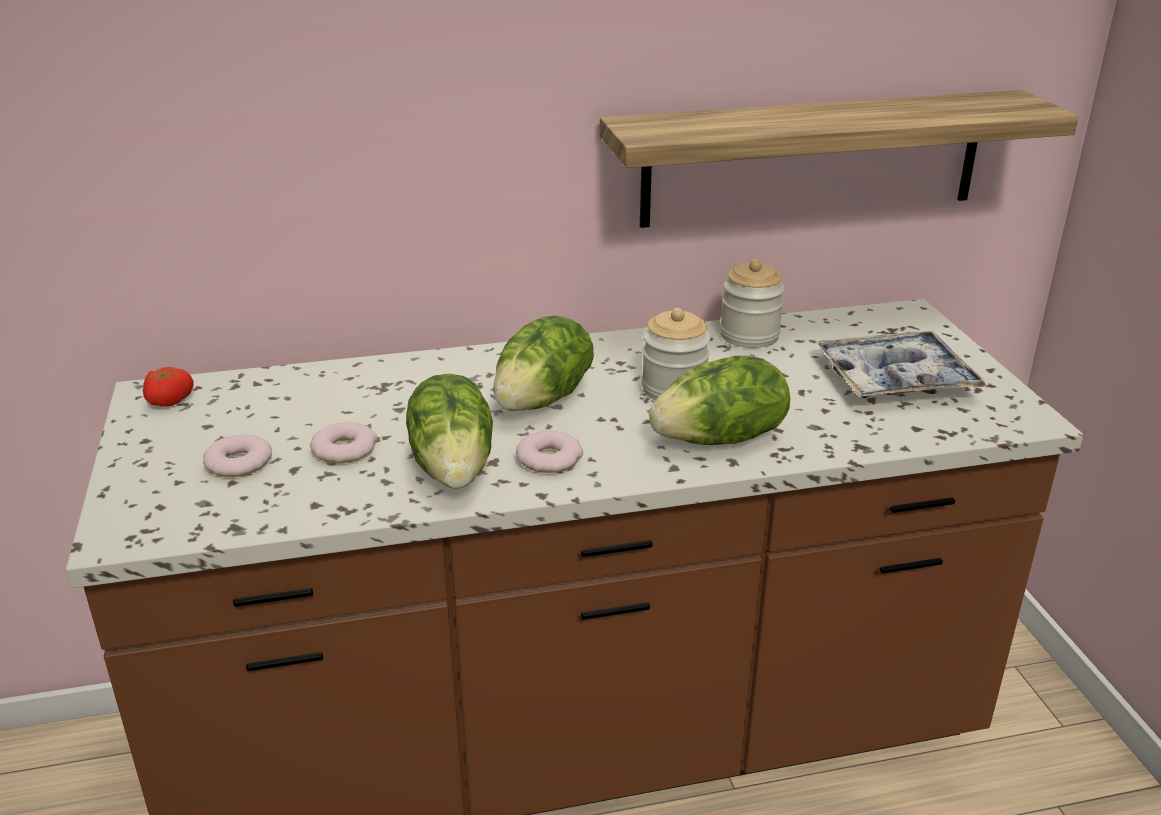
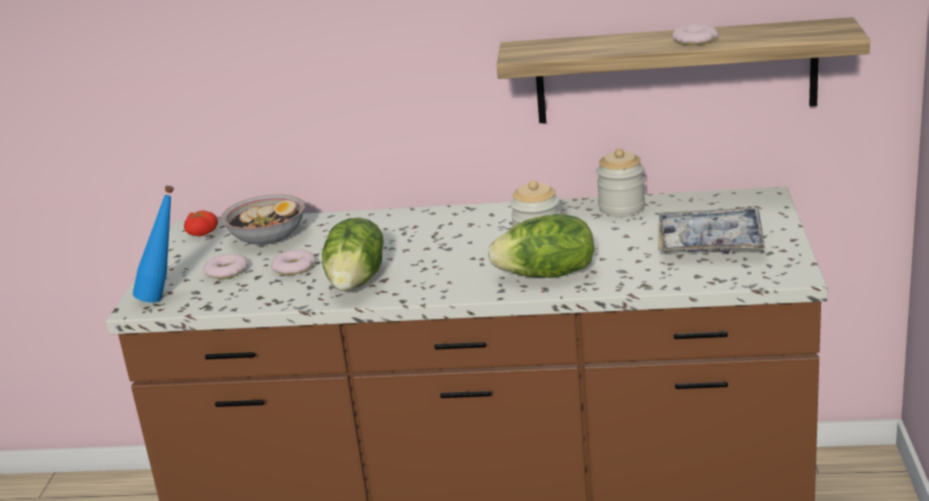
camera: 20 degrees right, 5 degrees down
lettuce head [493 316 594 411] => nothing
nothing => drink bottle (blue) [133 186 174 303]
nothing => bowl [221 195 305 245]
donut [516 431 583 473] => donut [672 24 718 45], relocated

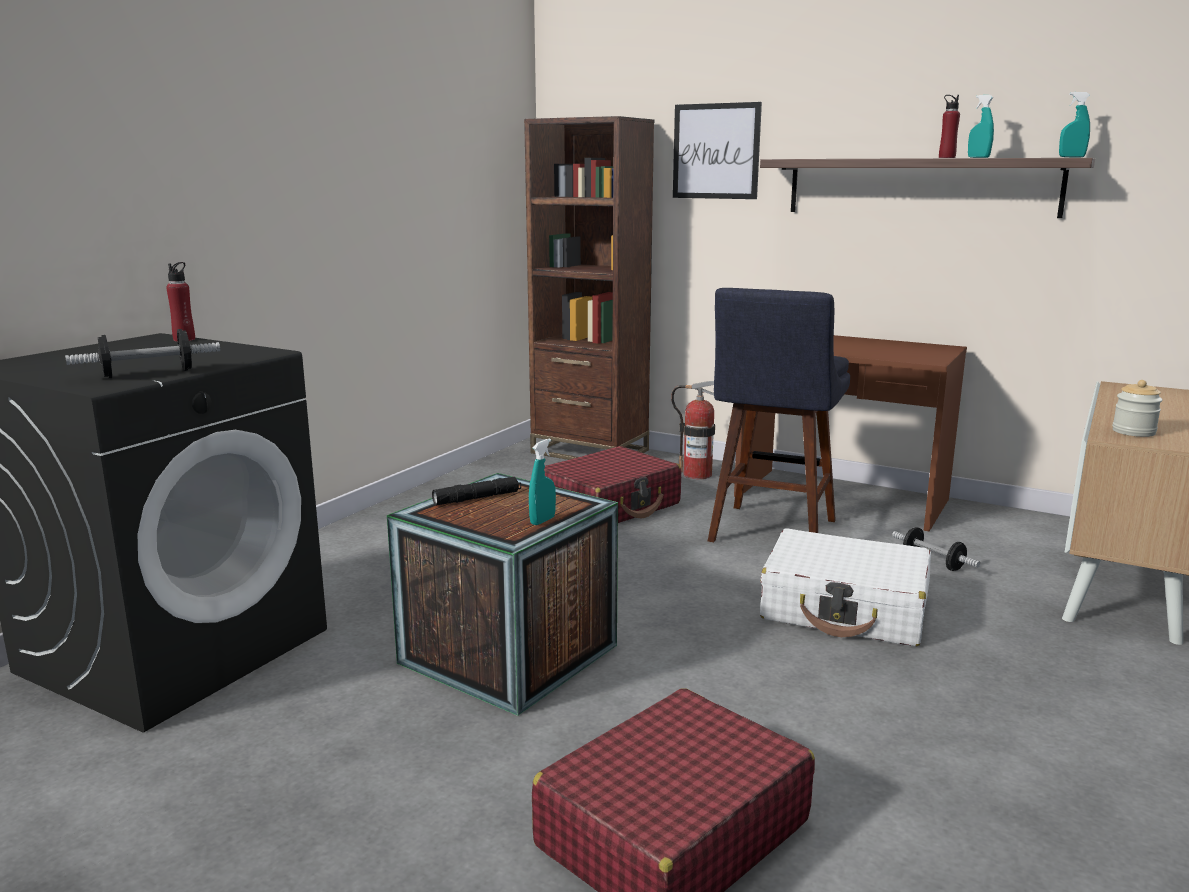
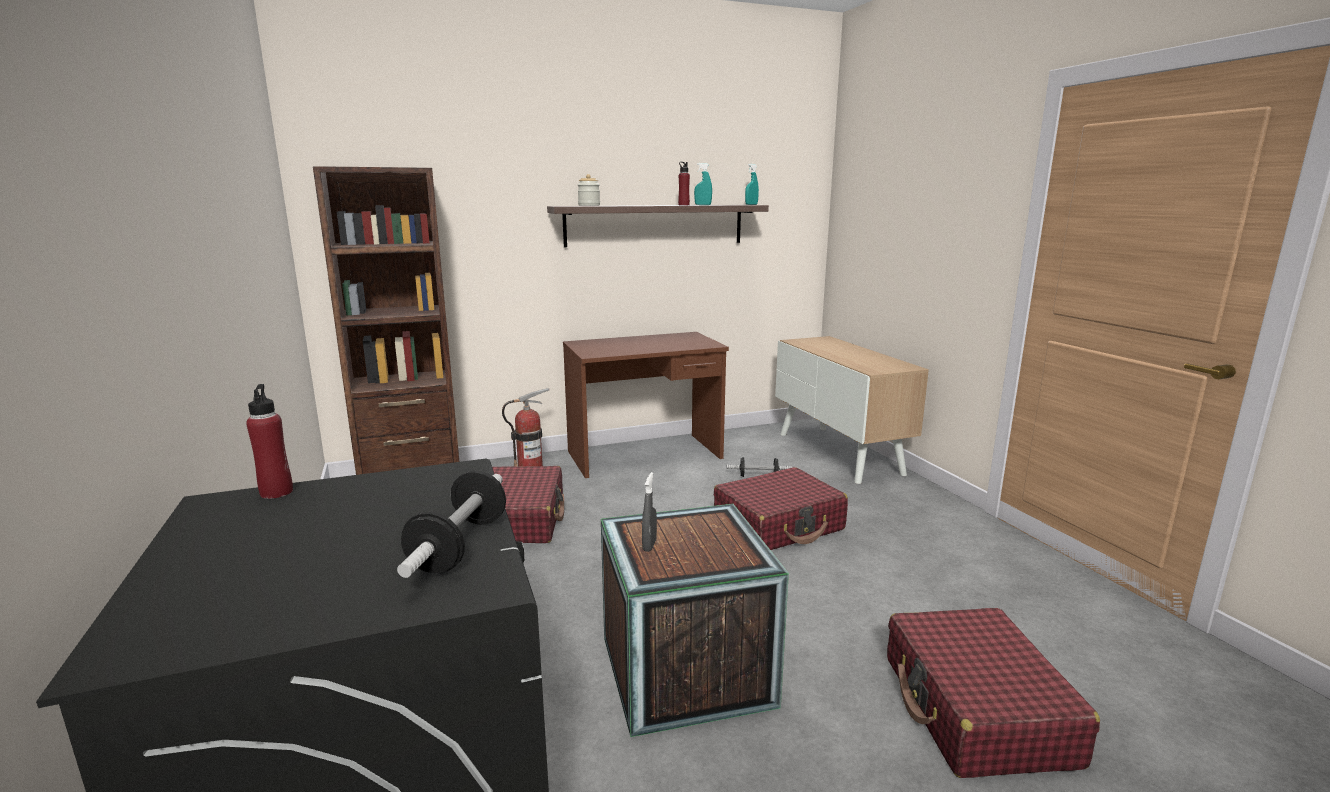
camera: 50 degrees left, 0 degrees up
spray bottle (turquoise-coloured) [529 439 556 525] => nothing
picture [673 102 762 199] => nothing
sitting stool (blue) [708 288 850 542] => nothing
storage jar [1112 380 1163 437] => storage jar [578 174 600 206], relocated
flashlight (black-coloured) [432 477 521 505] => spray bottle (greyish) [642 472 657 552]
travel case (white-coloured) [760 528 931 647] => travel case (red) [714 467 848 550]

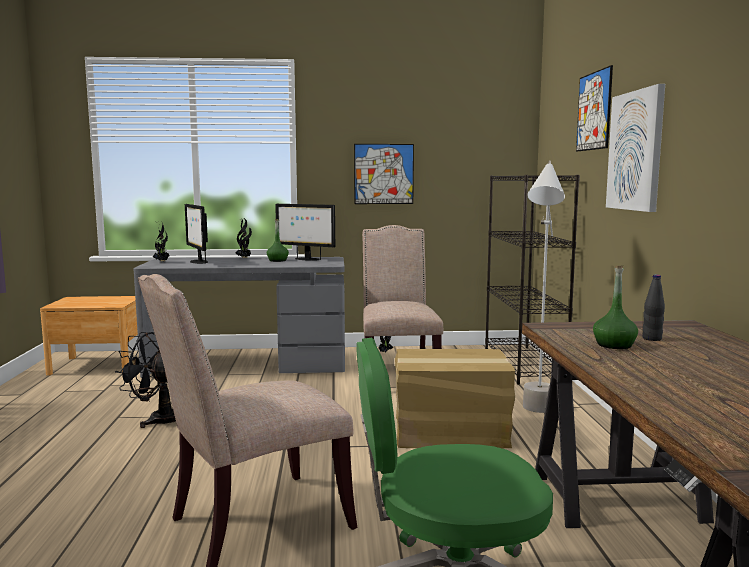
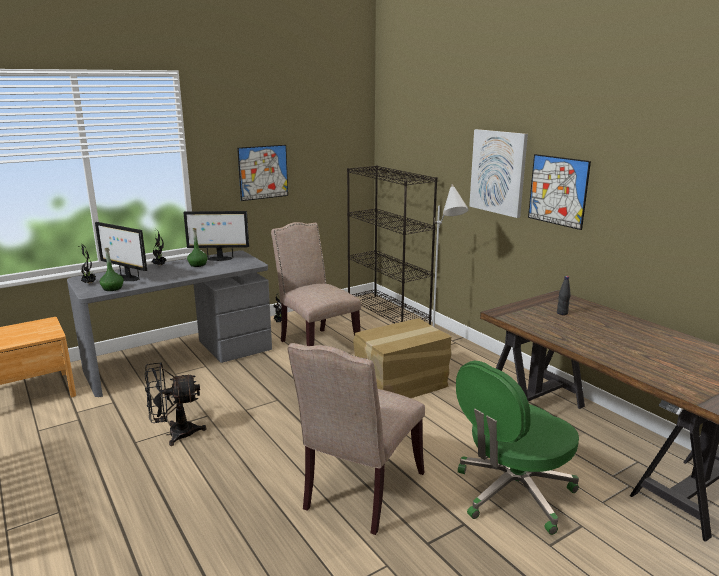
camera: 30 degrees left, 10 degrees up
picture [576 65 613 151] => picture [528 154 591 230], relocated
drink bottle (green) [593 265 638 349] => drink bottle (green) [100 247 124 291], relocated

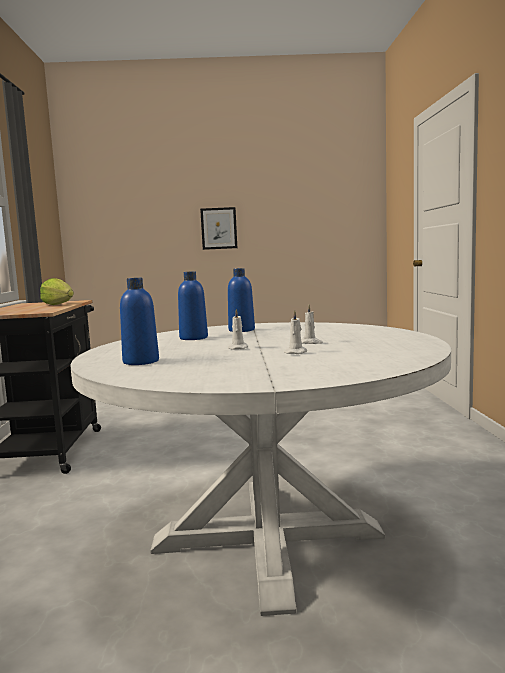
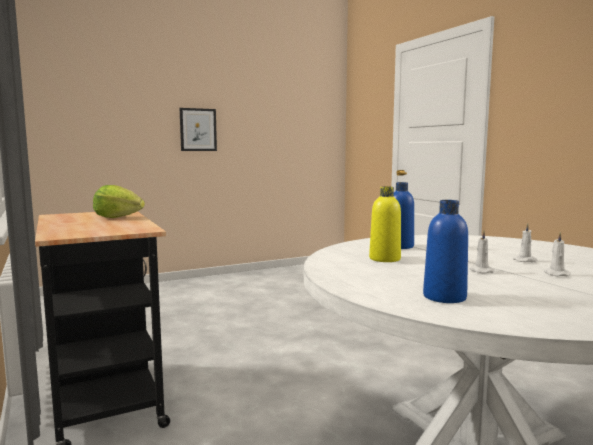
camera: 25 degrees left, 0 degrees up
drink bottle (blue) [178 271 208 340] => drink bottle (yellow-coloured) [369 187 401 262]

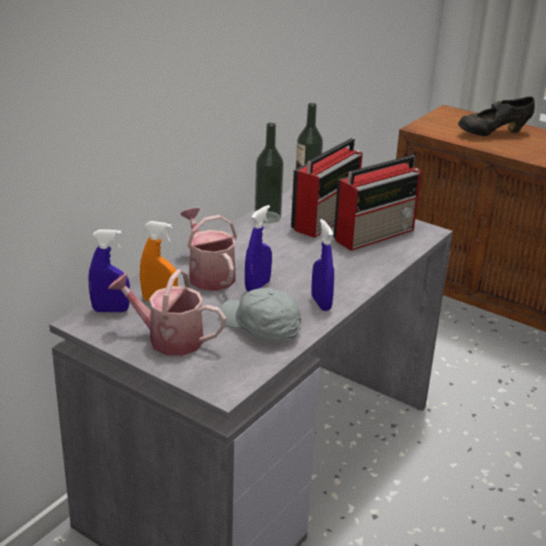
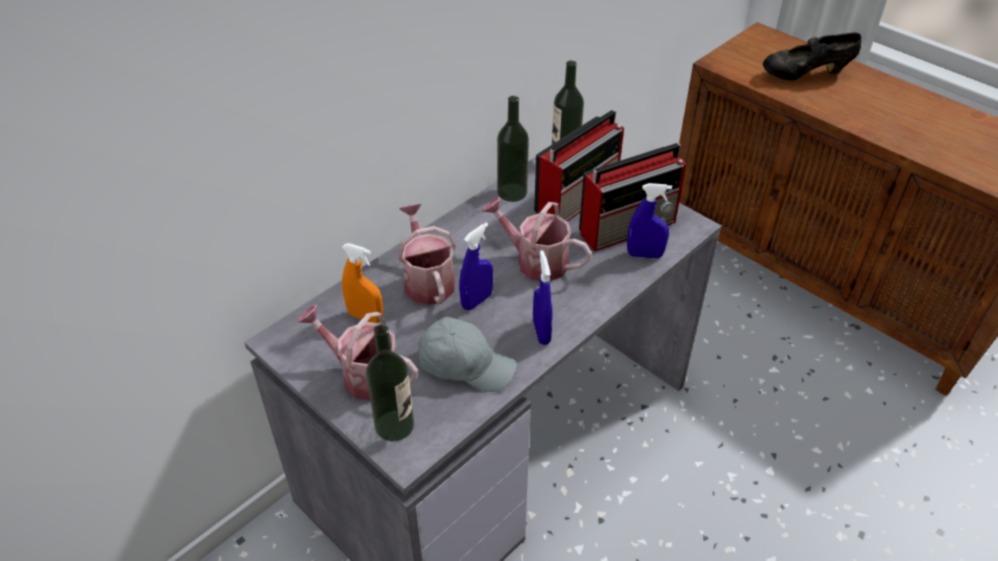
camera: 10 degrees right, 15 degrees up
nothing => drink bottle [366 325 414 441]
nothing => sprinkling can [482 197 592 281]
spray bottle (blue) [89 230 130 312] => spray bottle (blue) [627 183 672 258], relocated
peaked cap (greyish) [219 287 301 342] => peaked cap (greyish) [418 317 517 392], 150 degrees clockwise

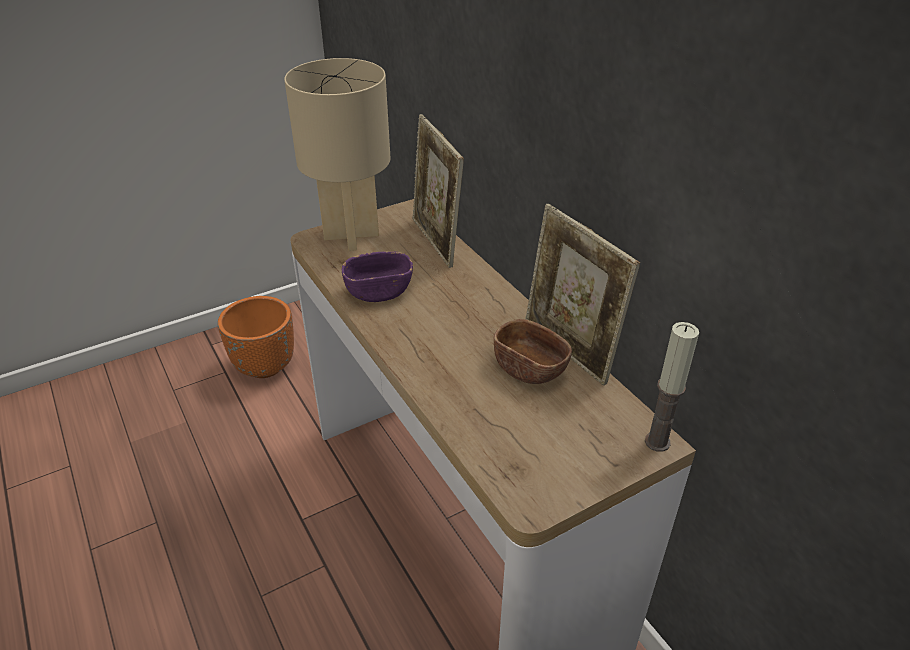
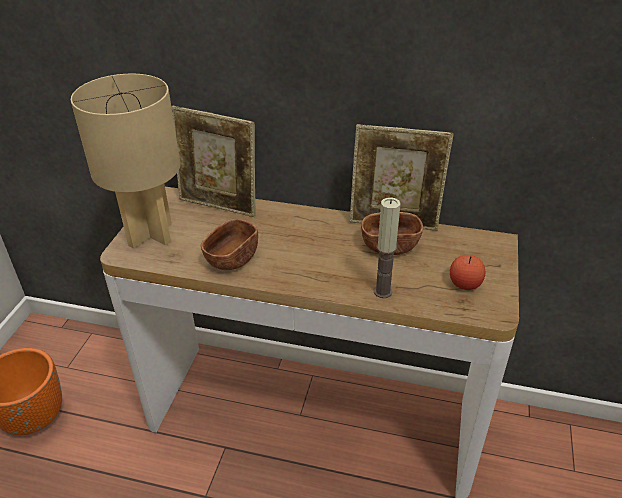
camera: 45 degrees left, 0 degrees up
nothing => apple fruit [450 255 486 290]
candle [645 322 699 452] => candle [374 197 401 298], relocated
bowl (purple) [342 251 413 302] => bowl (brown-coloured) [201 219 258 270]

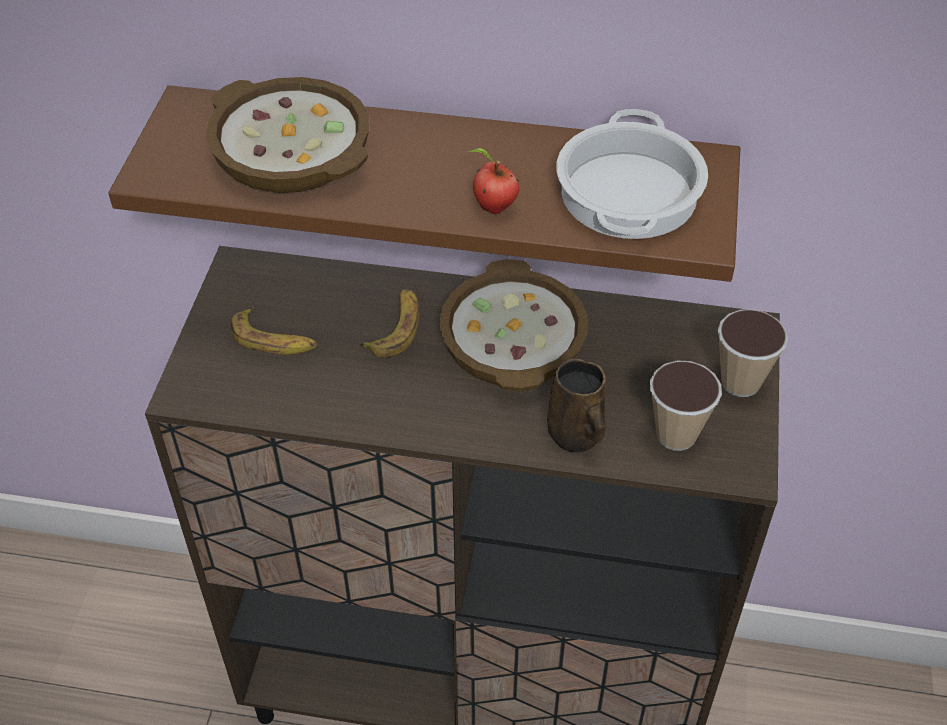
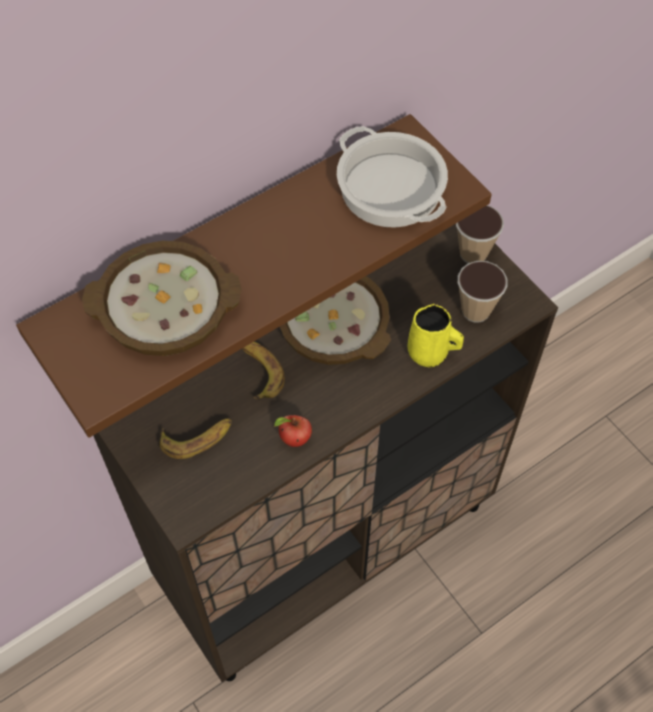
camera: 45 degrees left, 10 degrees up
apple fruit [468 148 519 214] => apple fruit [274 415 312 447], relocated
coffee mug (brown-coloured) [547 359 606 453] => coffee mug (yellow-coloured) [408 304 464 367]

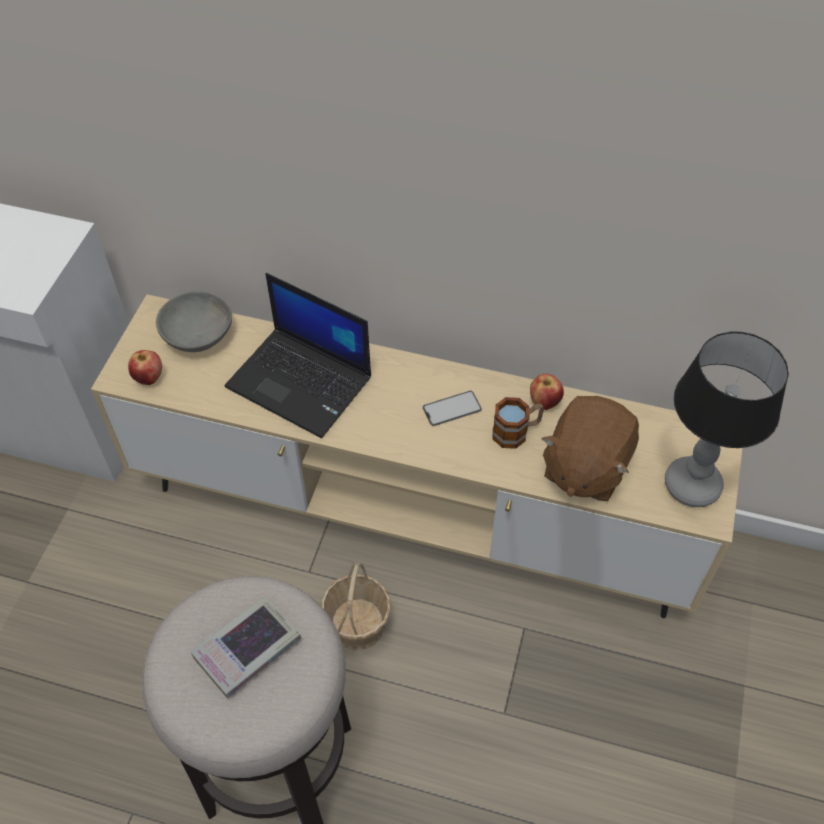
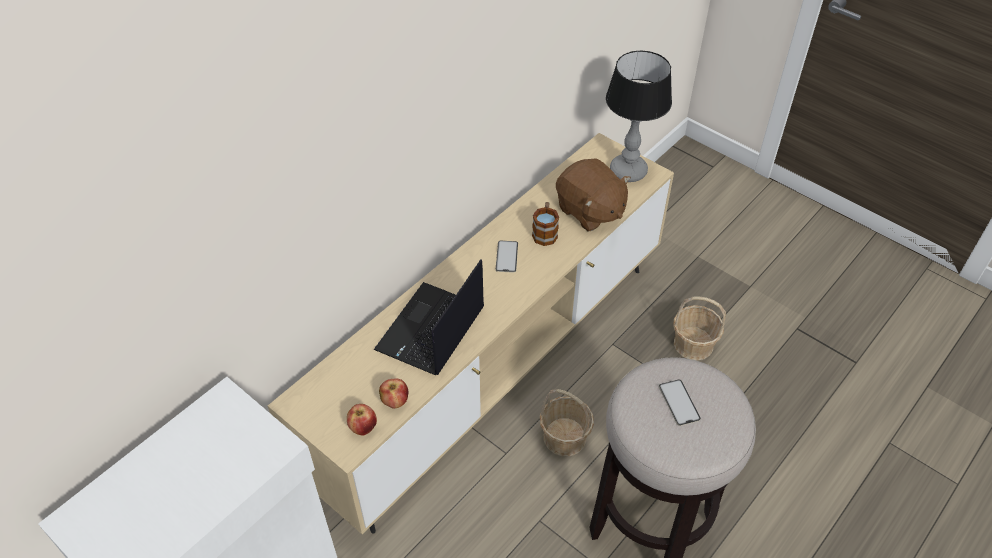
camera: 65 degrees left, 5 degrees down
bowl (greyish) [156 291 232 352] => nothing
nothing => household basket [674 297 726 361]
apple fruit [530 374 564 410] => apple fruit [379 378 408 409], relocated
bound book [190 596 302 699] => phone [659 379 701 426]
laptop [225 273 371 438] => laptop [374 259 484 375], 150 degrees clockwise

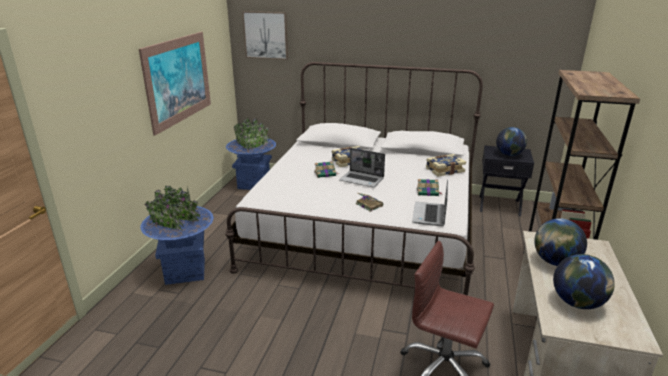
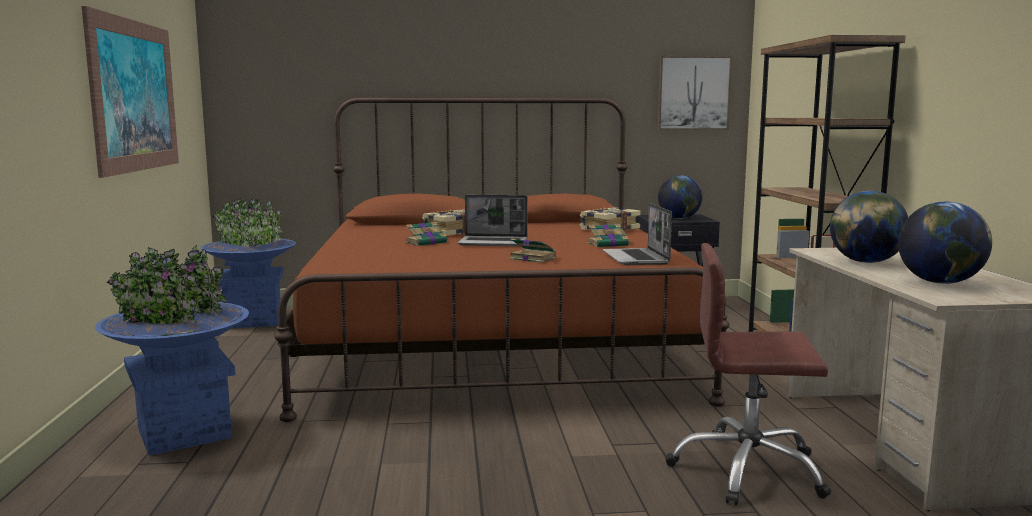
camera: 20 degrees left, 15 degrees down
picture [242 11 288 60] => picture [657 56 732 130], relocated
bedroom bed (white-coloured) [225 62 483 296] => bedroom bed (brown-coloured) [274 98 729 422]

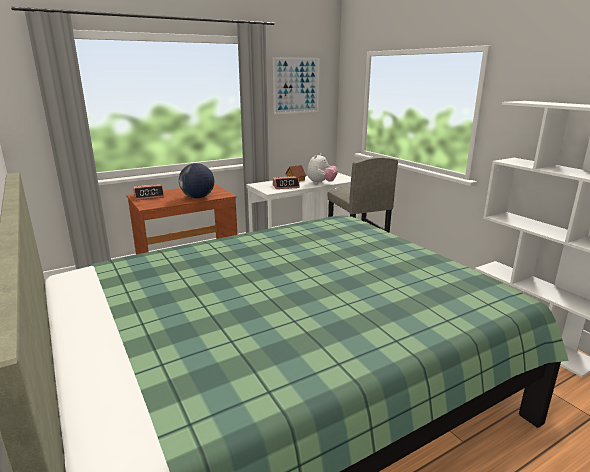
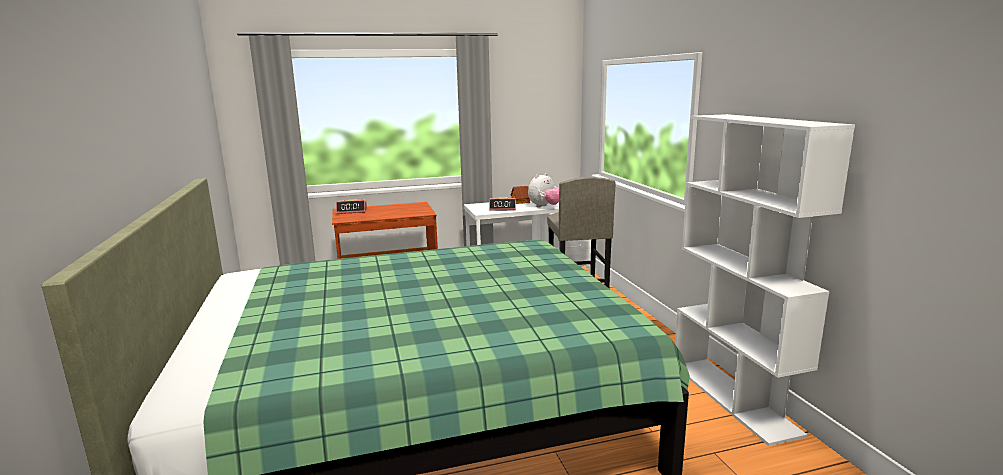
camera: 15 degrees right, 5 degrees down
world globe [179 163 214 198] => nothing
picture [273 57 319 114] => nothing

